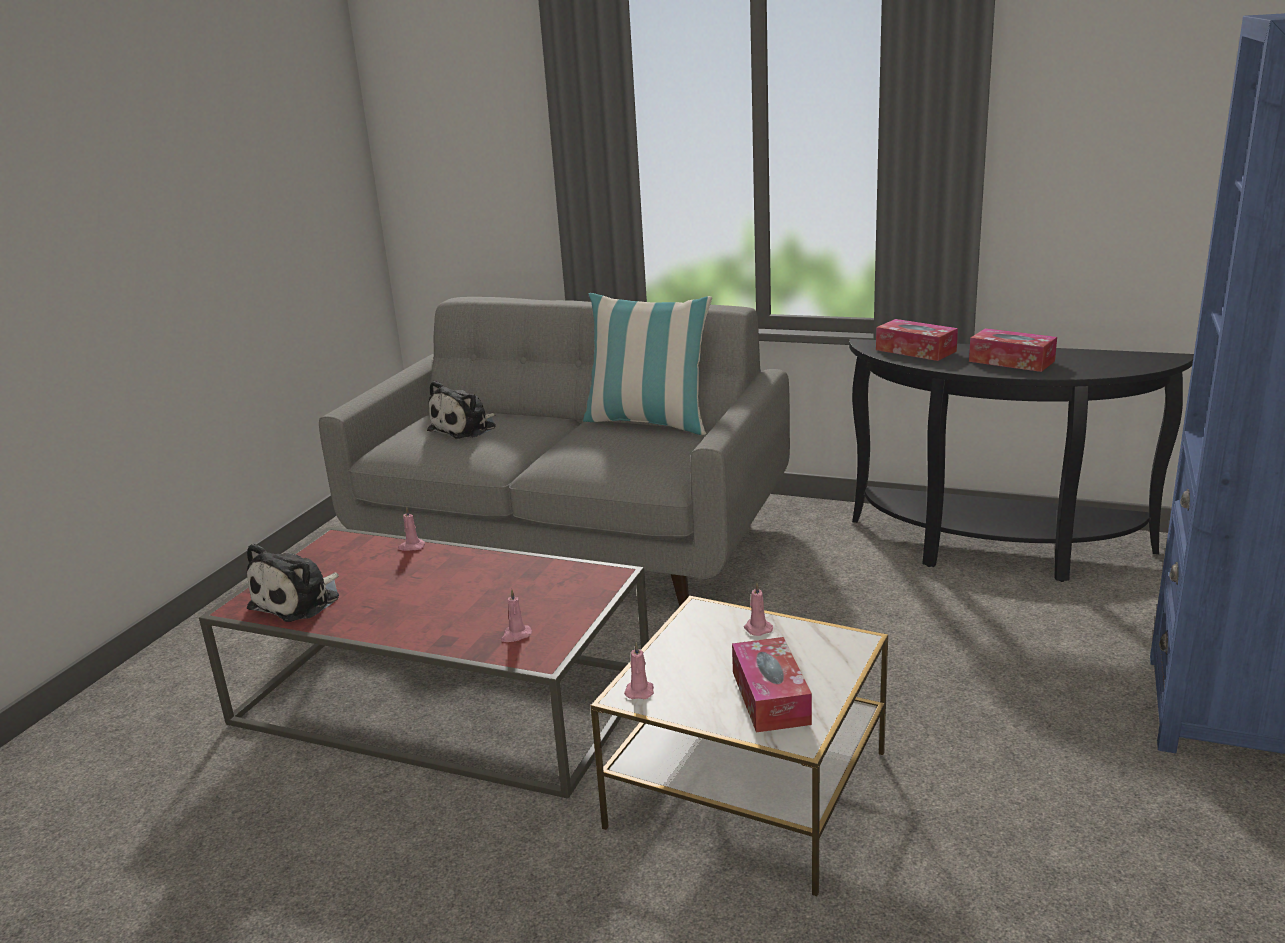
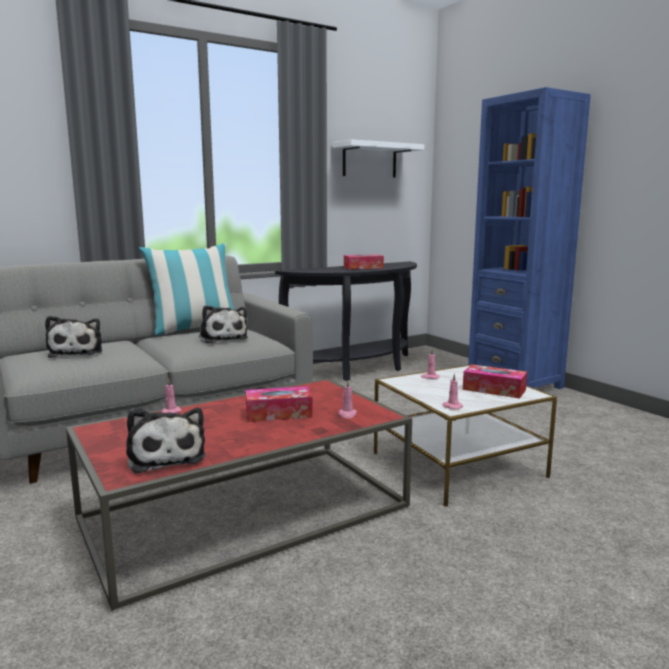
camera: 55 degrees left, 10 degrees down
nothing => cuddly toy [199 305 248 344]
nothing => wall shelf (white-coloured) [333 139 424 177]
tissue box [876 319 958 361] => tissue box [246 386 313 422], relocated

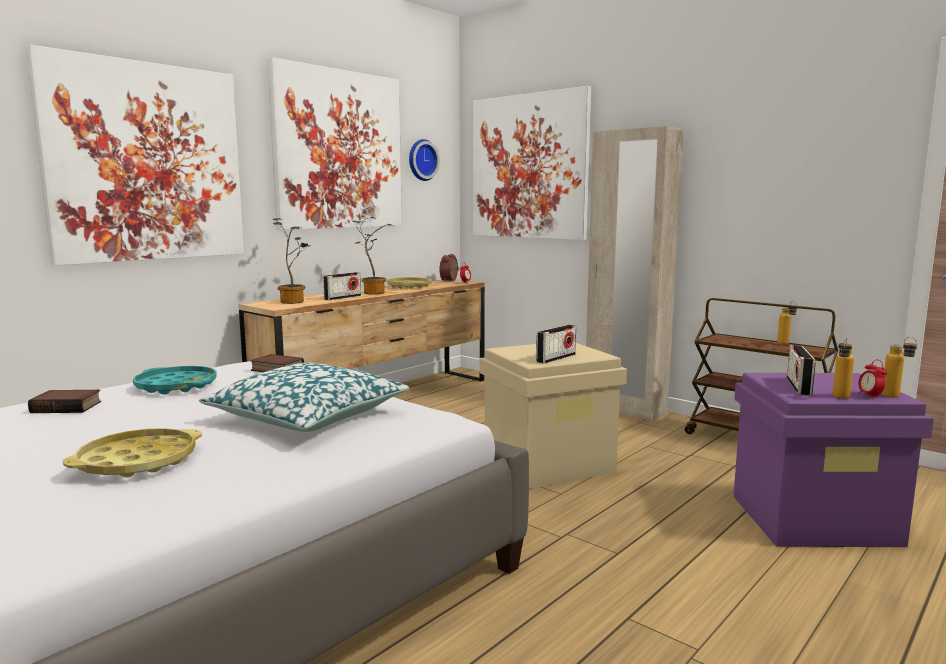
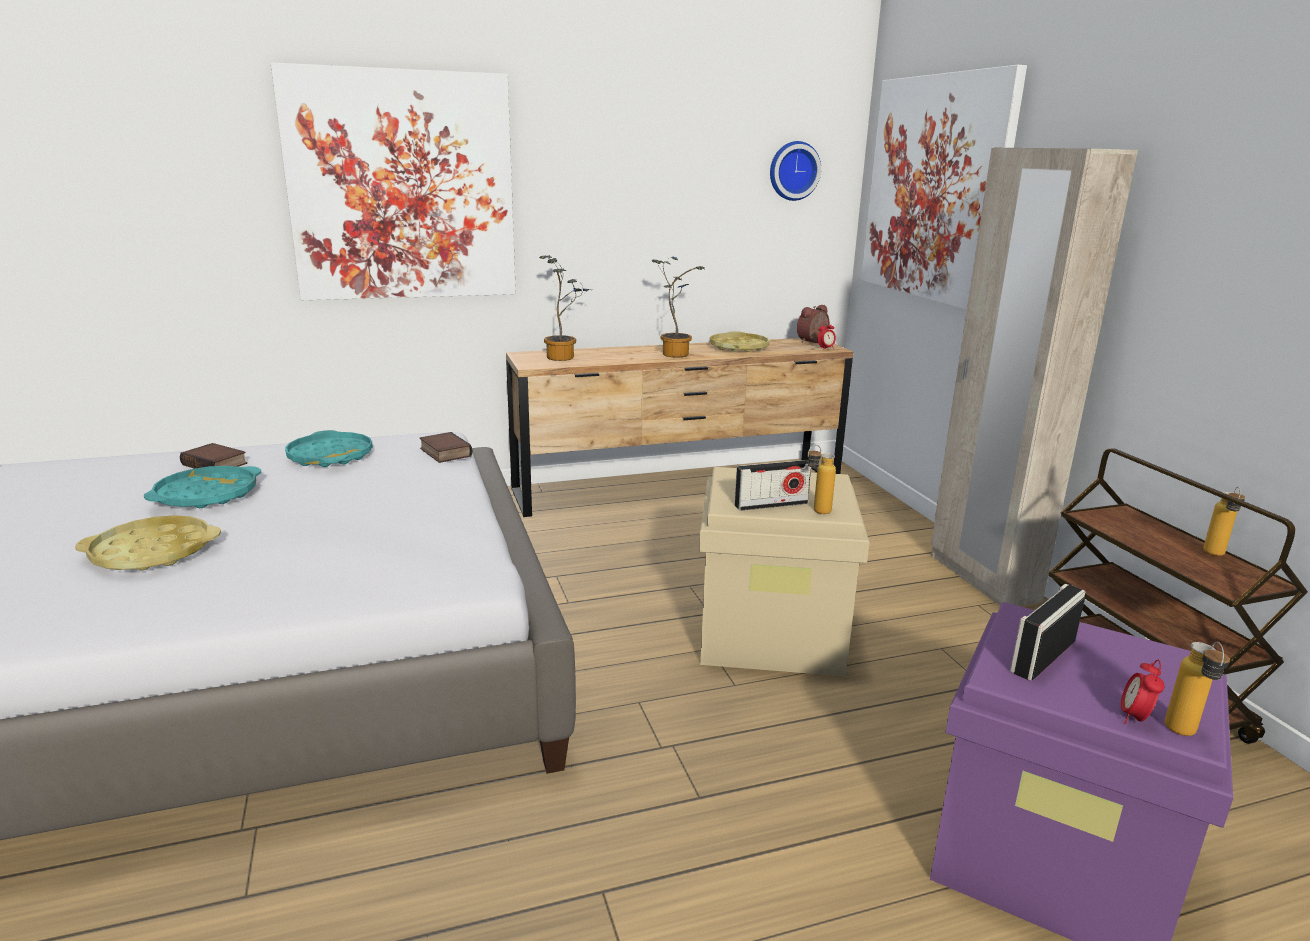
camera: 30 degrees right, 10 degrees up
cushion [199 363 409 432] => nothing
picture [267 57 402 230] => nothing
radio [323 272 361 300] => nothing
nothing => serving tray (turquoise-coloured) [144 466 261 508]
drink bottle [833 337 854 399] => drink bottle [807 445 836 514], relocated

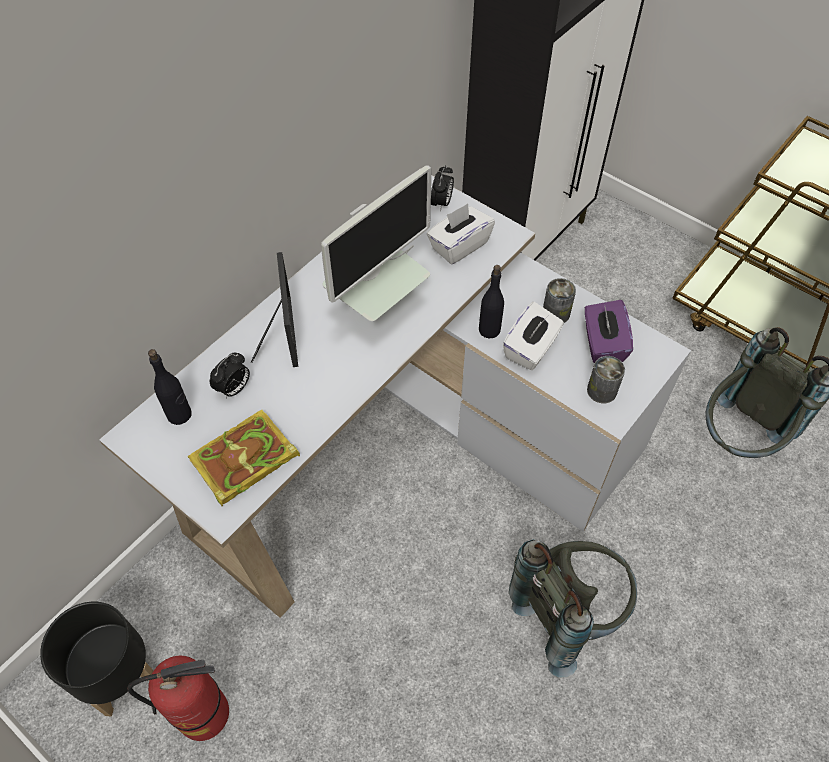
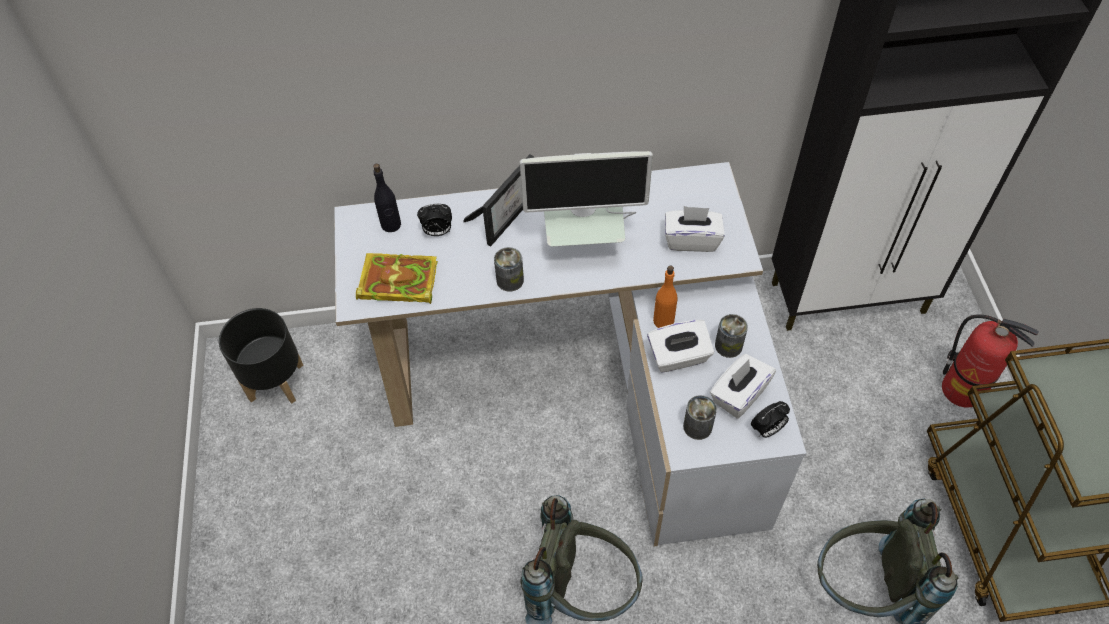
camera: 45 degrees right, 0 degrees up
nothing => sealed can [494 247 524 292]
fire extinguisher [127 655 229 741] => fire extinguisher [942 315 1039 408], relocated
bedside clock [431 165 454 211] => bedside clock [751 401 790 438], relocated
drink bottle (black-coloured) [479 265 504 338] => drink bottle (orange-coloured) [653 266 678 328]
tissue box (purple) [585 300 633 363] => tissue box (white-coloured) [710 354 776 419]

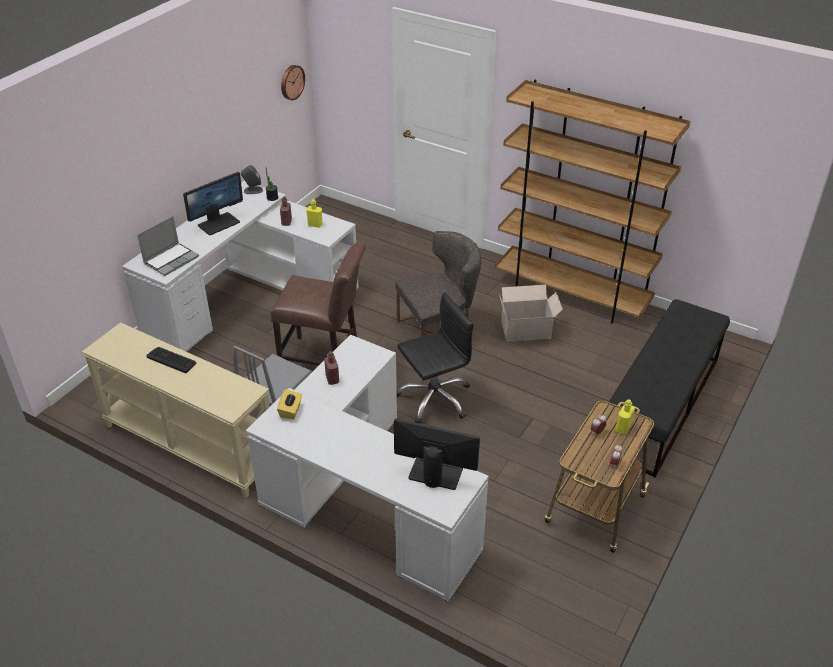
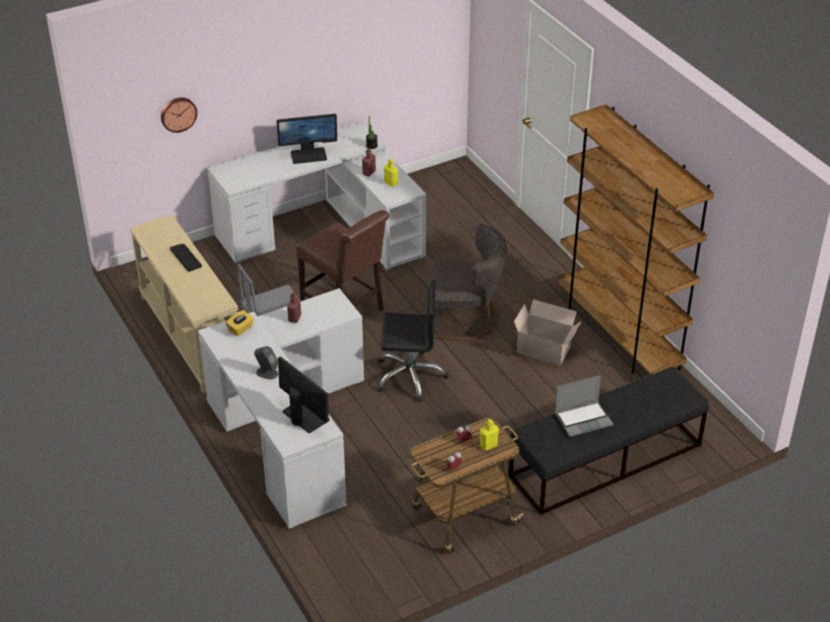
camera: 30 degrees right, 0 degrees up
laptop [137 216 199 276] => laptop [555 375 613 437], relocated
loudspeaker (greyish) [241 165 263 194] => loudspeaker (greyish) [254 346 278 379], relocated
clock on the wall [281 65 305 100] => clock on the wall [161 97 197 133], relocated

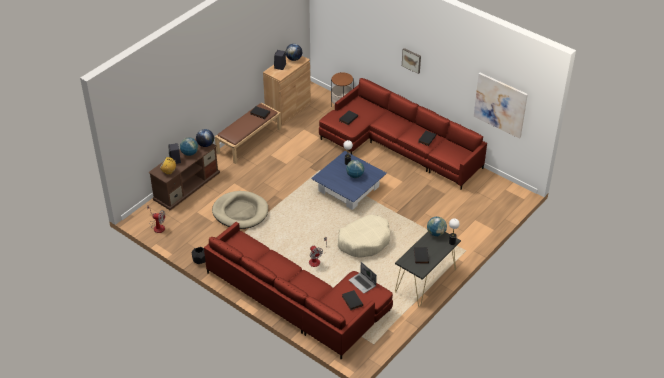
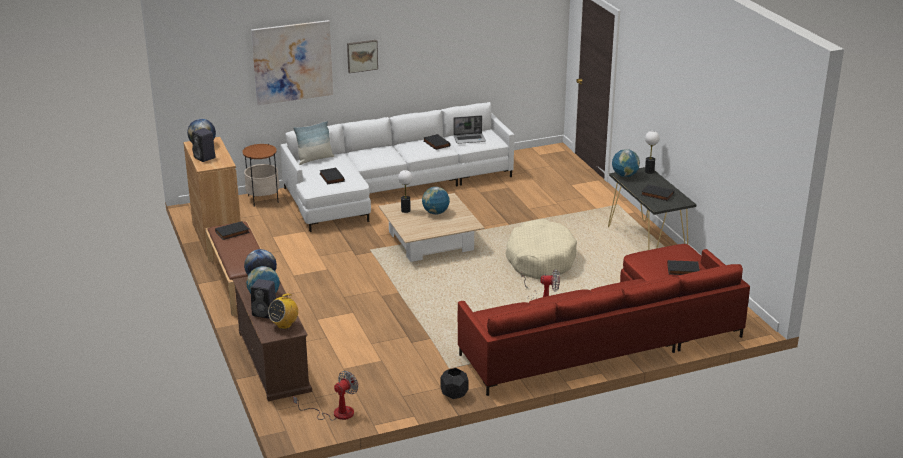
camera: 60 degrees left, 15 degrees down
pet bed (beige) [212 191 268 229] => nothing
nothing => cushion [293 121 334 165]
laptop [349 262 377 293] => laptop [453 115 486 144], relocated
picture [474 73 528 139] => picture [251 20 333 105], relocated
lounge table (blue) [311 151 387 210] => lounge table (beige) [379 193 485 262]
sofa (red) [319 78 487 190] => sofa (white-coloured) [280 102 514 232]

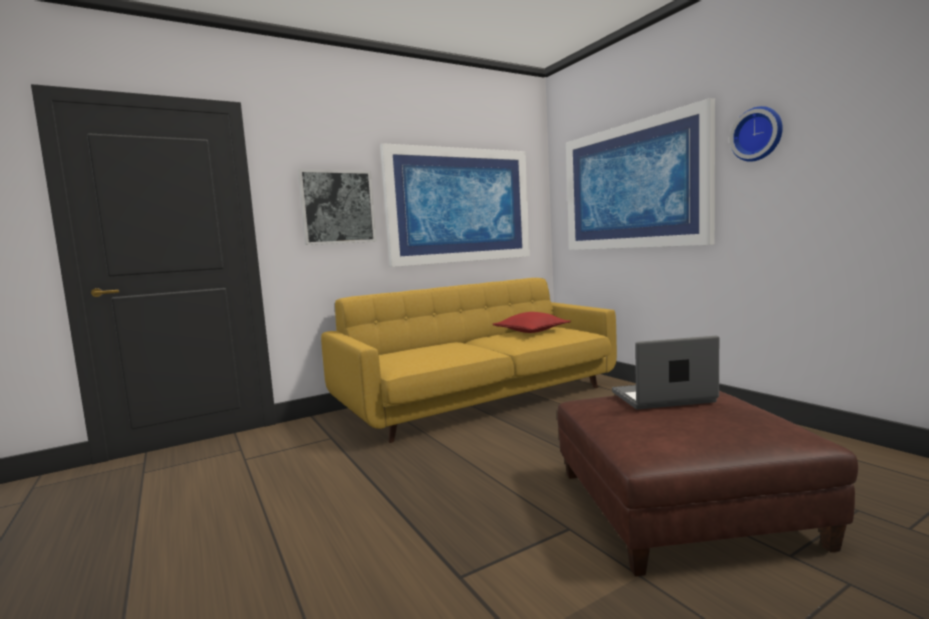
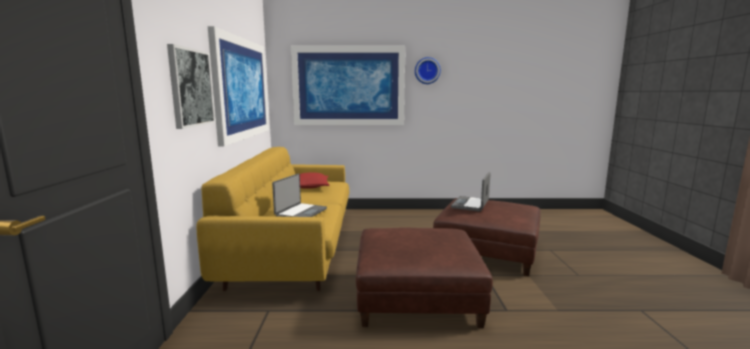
camera: 60 degrees left, 5 degrees up
nothing => laptop [272 174 327 217]
nothing => footrest (brown-coloured) [356 227 493 328]

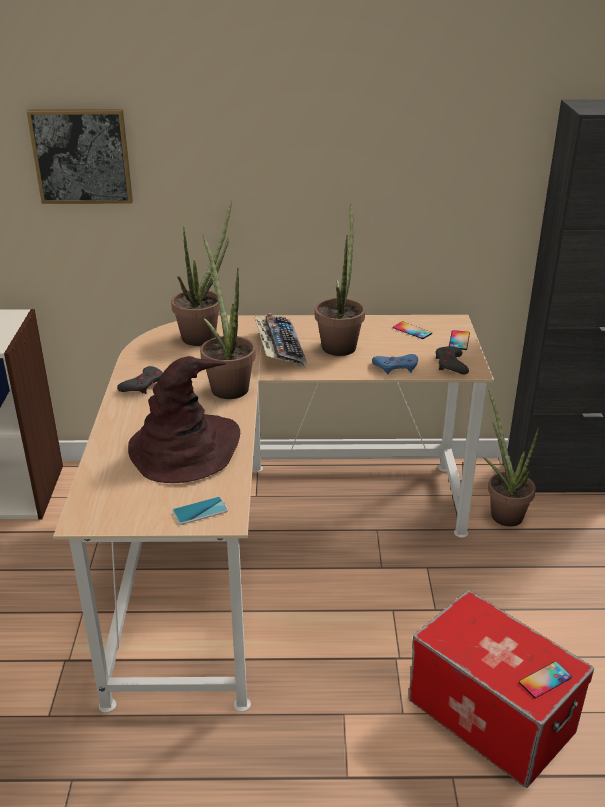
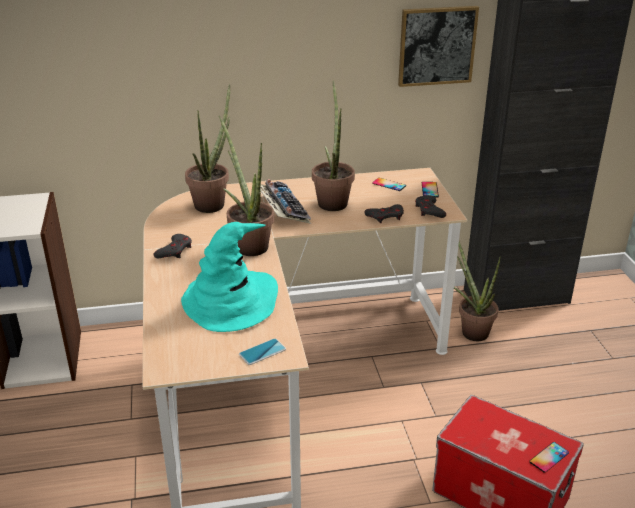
camera: 10 degrees left, 0 degrees up
picture [26 109 133 204] => picture [398 6 479 87], relocated
clothing hat (brown-coloured) [128 356 240 483] => clothing hat (turquoise-coloured) [181 222 278 332]
game controller (blue) [372 354 418 374] => game controller (greyish) [365 204 404 223]

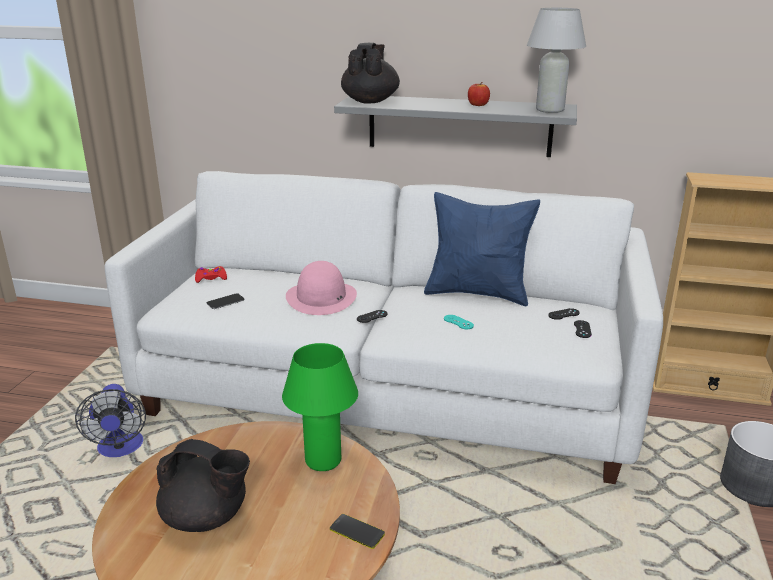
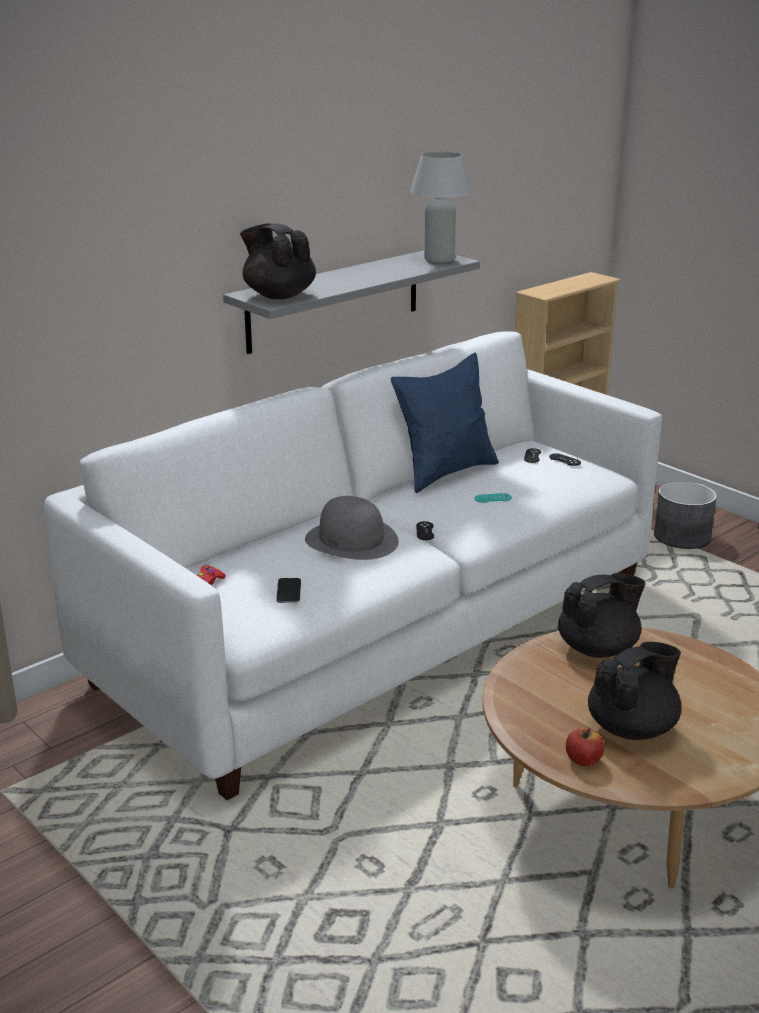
camera: 55 degrees left, 0 degrees up
cooling fan [75 384 146 457] => nothing
phone [330 514 385 549] => nothing
apple fruit [468 82 490 106] => apple fruit [566 728 604 766], relocated
lamp for a table (green) [282 343 358 471] => tea pot (black-coloured) [558 573 646 658]
clothing hat (pink) [286 261 357 315] => clothing hat (greyish) [305 496 399 560]

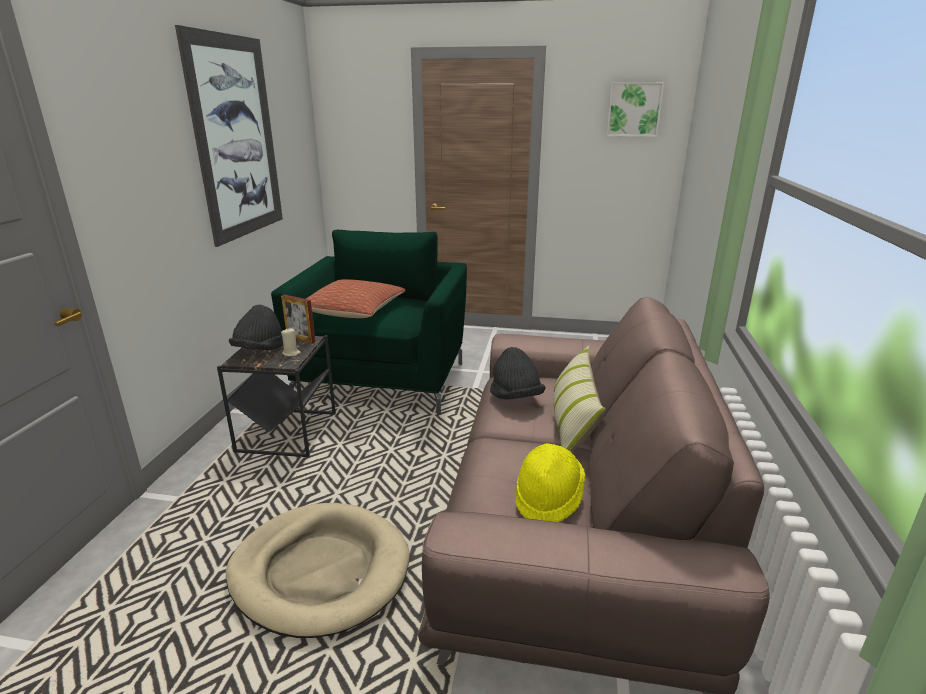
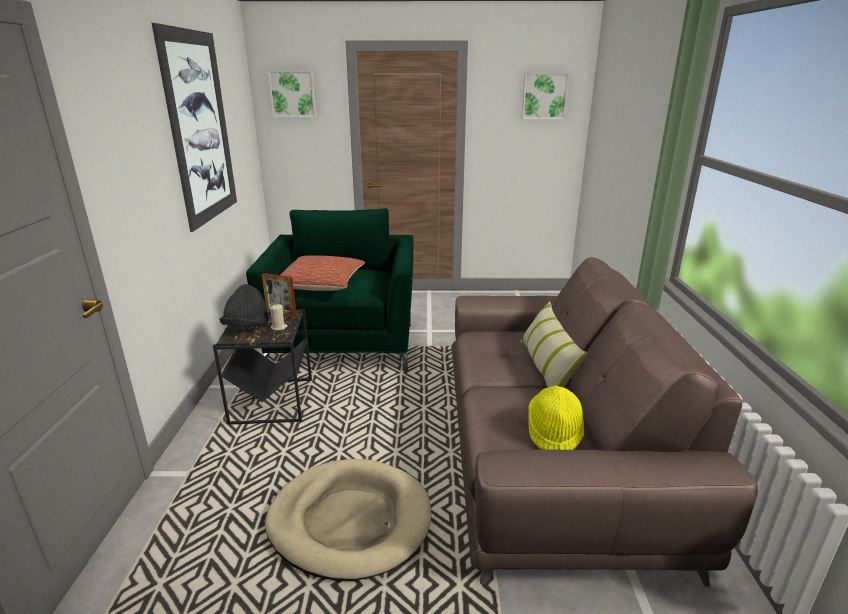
camera: 10 degrees left, 0 degrees up
clothing hat (black-coloured) [490 347 545 399] => nothing
nothing => picture [268 71 316 117]

